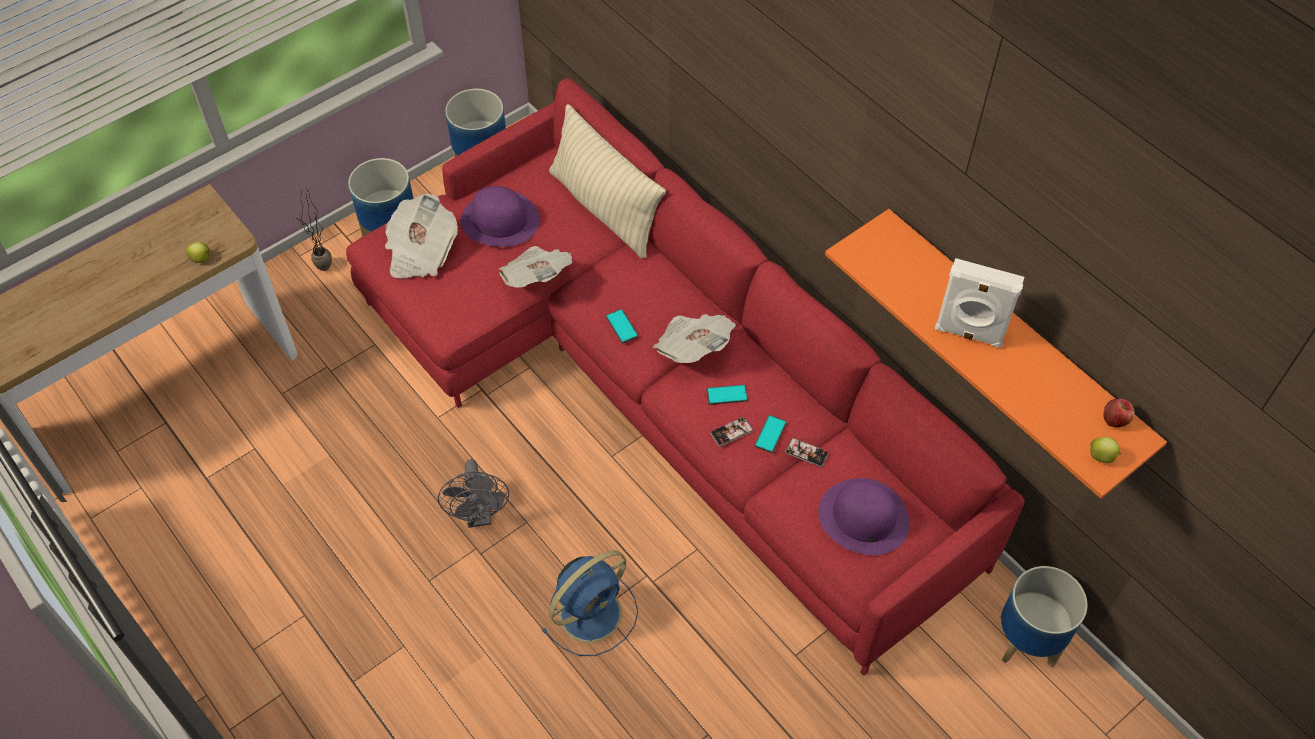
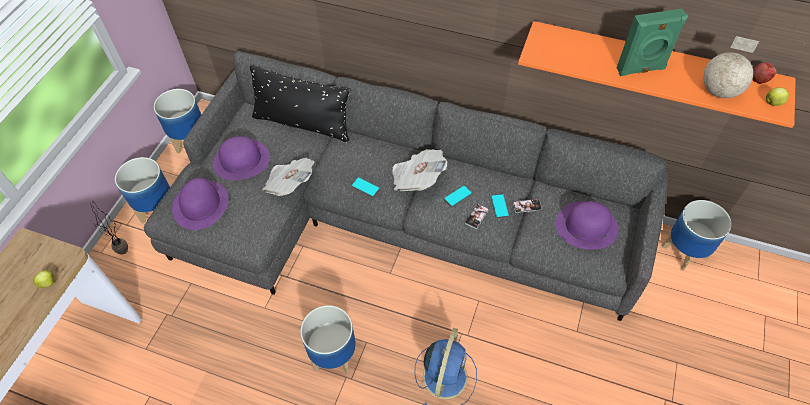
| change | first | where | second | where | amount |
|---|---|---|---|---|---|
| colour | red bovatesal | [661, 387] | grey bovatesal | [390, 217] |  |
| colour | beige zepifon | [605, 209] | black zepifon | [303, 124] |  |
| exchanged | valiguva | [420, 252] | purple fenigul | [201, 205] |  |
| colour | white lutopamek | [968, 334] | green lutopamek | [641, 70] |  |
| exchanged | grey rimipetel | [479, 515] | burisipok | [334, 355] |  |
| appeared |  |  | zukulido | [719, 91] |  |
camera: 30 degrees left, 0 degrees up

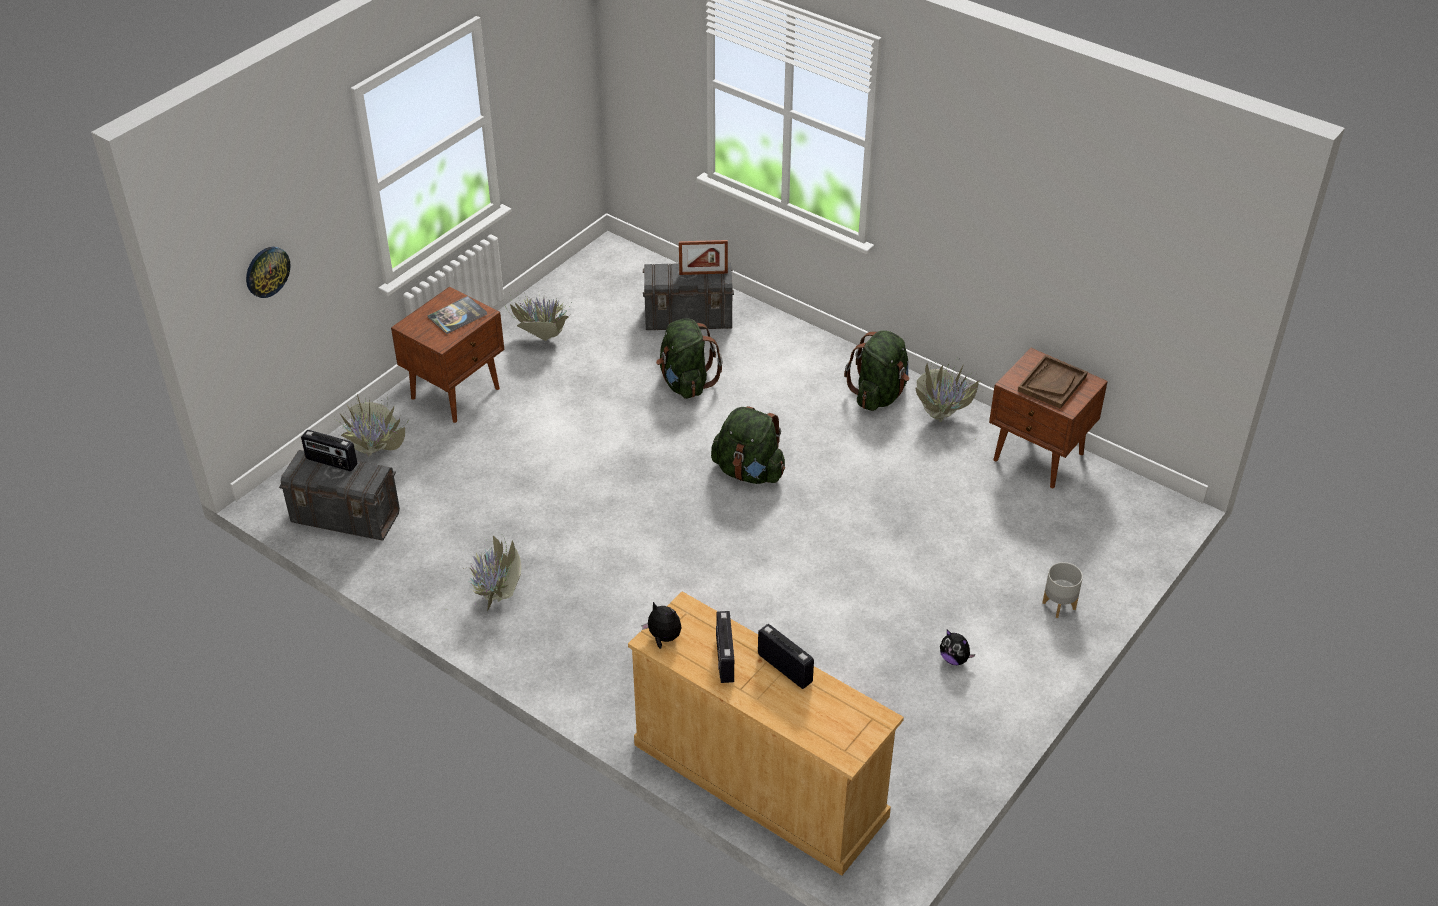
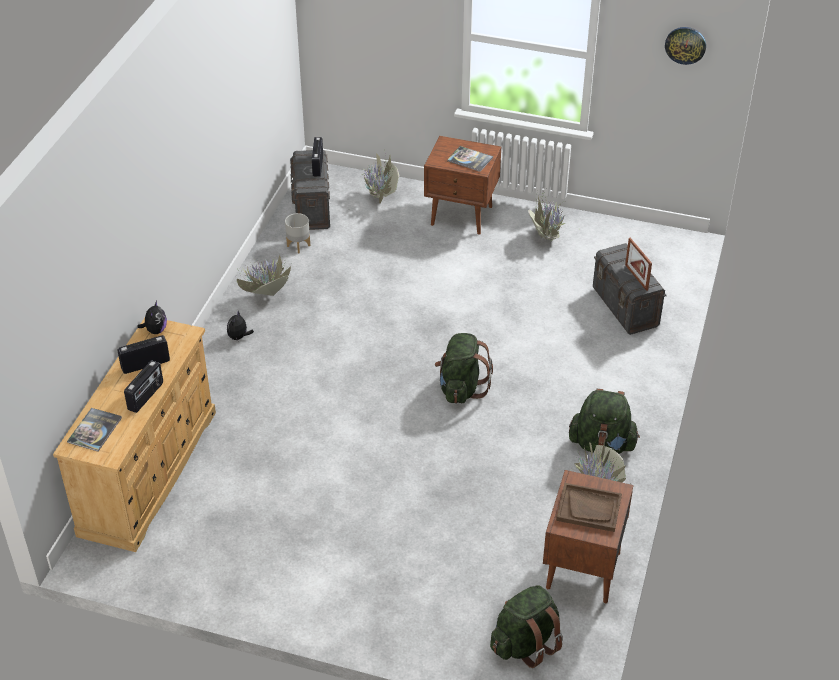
| change | first | where | second | where | amount |
|---|---|---|---|---|---|
| relocated | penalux | [267, 271] |  | [685, 45] |  |
| relocated | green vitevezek | [686, 383] |  | [525, 643] |  |
| relocated | grey burisipok | [1058, 606] |  | [298, 245] |  |
| relocated | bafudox | [954, 659] |  | [239, 337] |  |
| appeared |  |  | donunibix | [95, 430] |  |
camera: 70 degrees right, 0 degrees up

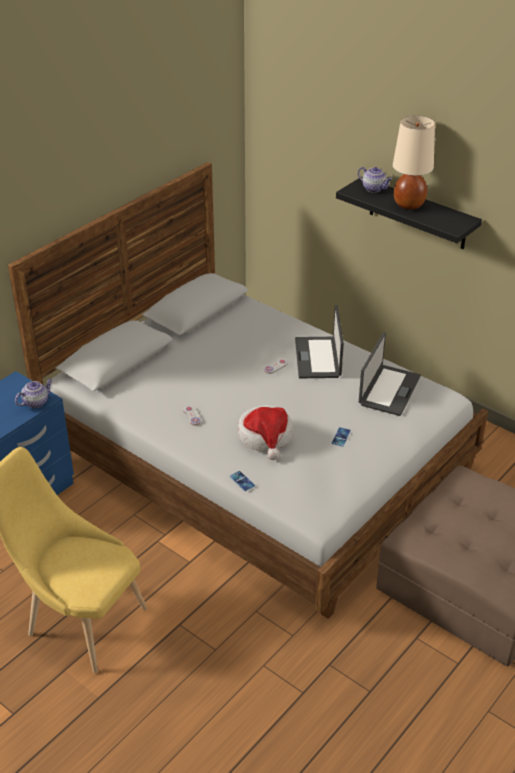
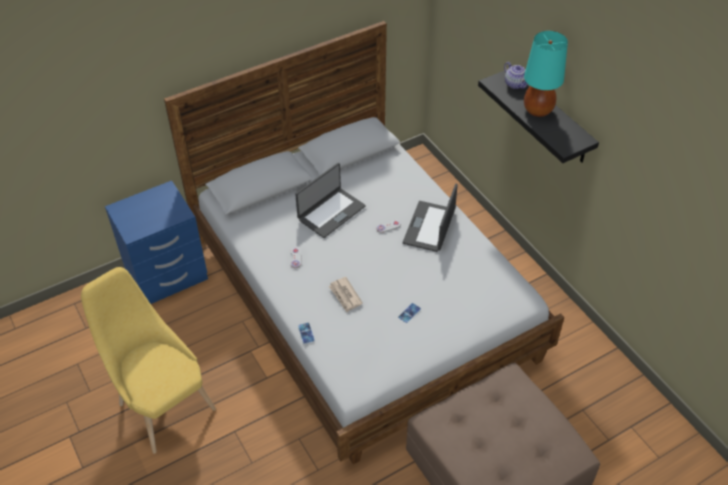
| change | first | where | second | where | amount |
|---|---|---|---|---|---|
| colour | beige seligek | [408, 204] | turquoise seligek | [538, 110] |  |
| relocated | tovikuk | [388, 390] |  | [331, 212] |  |
| missing | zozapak | [36, 402] |  |  |  |
| exchanged | fenigul | [266, 437] | valiguva | [345, 296] |  |
camera: 20 degrees right, 10 degrees up

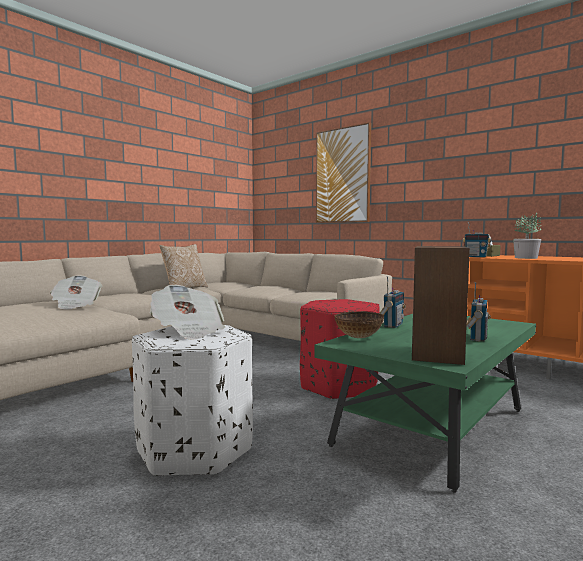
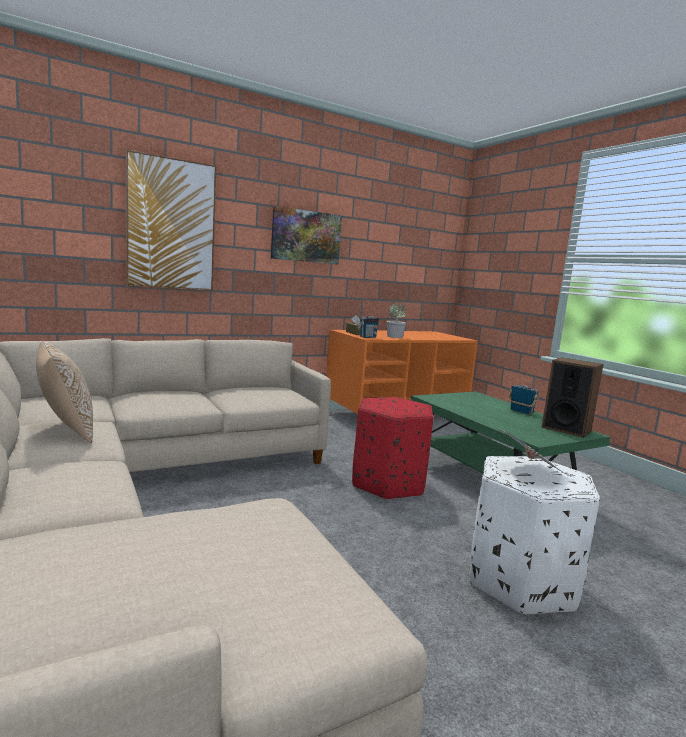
| change | first | where | second | where | amount |
|---|---|---|---|---|---|
| missing | valiguva | [76, 305] |  |  |  |
| missing | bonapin | [392, 325] |  |  |  |
| missing | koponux | [358, 337] |  |  |  |
| appeared |  |  | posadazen | [306, 236] |  |
camera: 70 degrees left, 5 degrees up

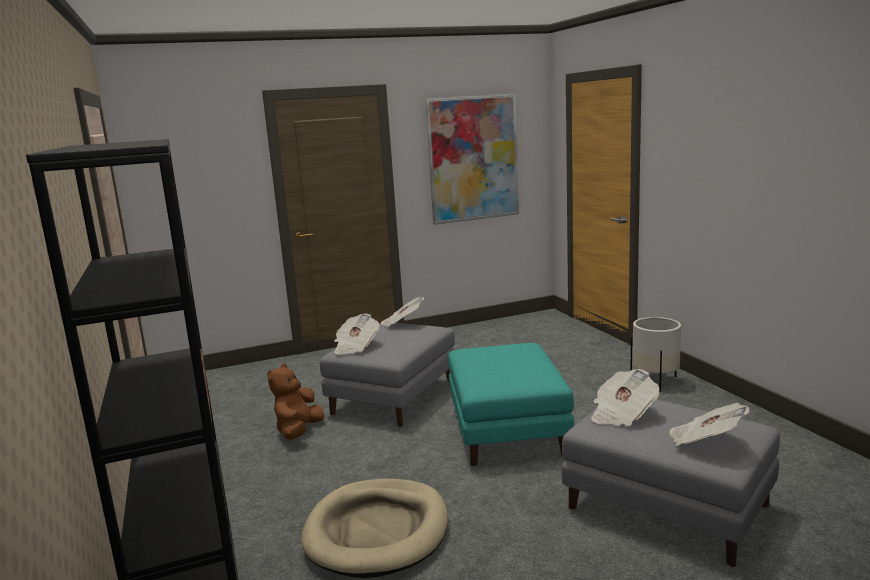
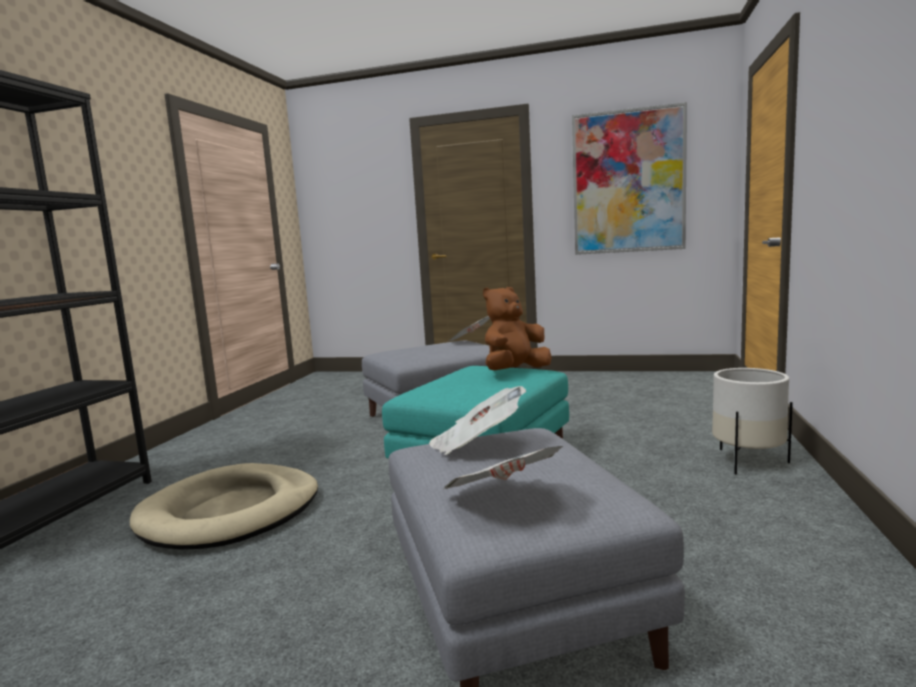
| change | first | where | second | where | amount |
|---|---|---|---|---|---|
| missing | valiguva | [355, 347] |  |  |  |
| relocated | brown bafudox | [298, 431] |  | [515, 372] |  |
camera: 35 degrees right, 5 degrees down

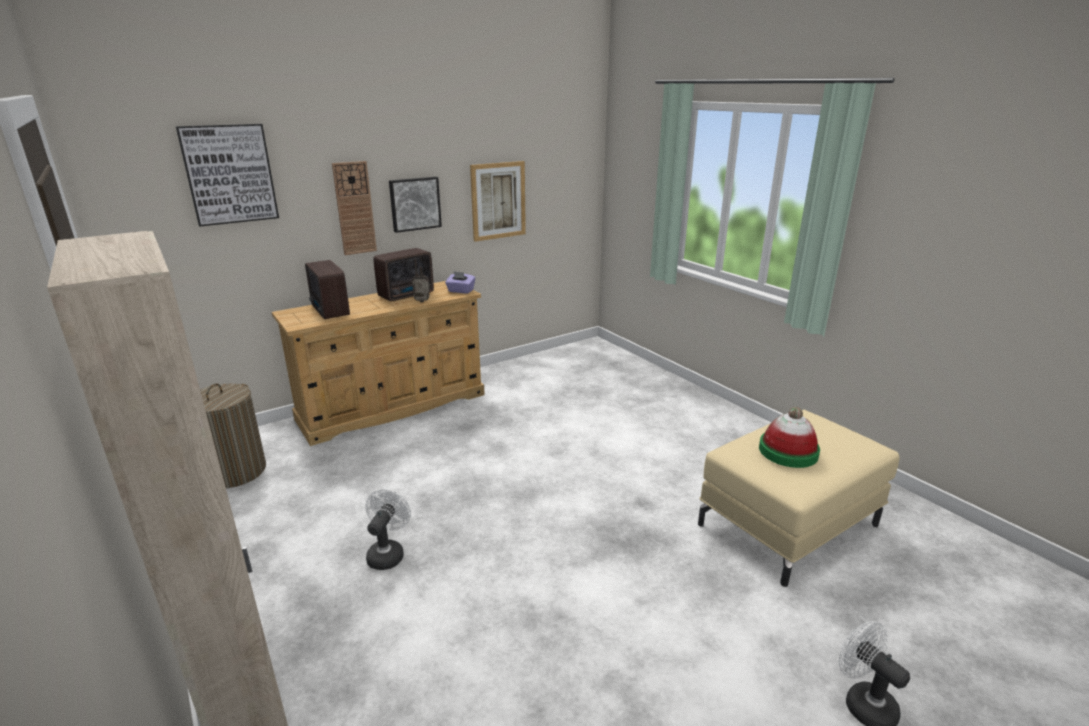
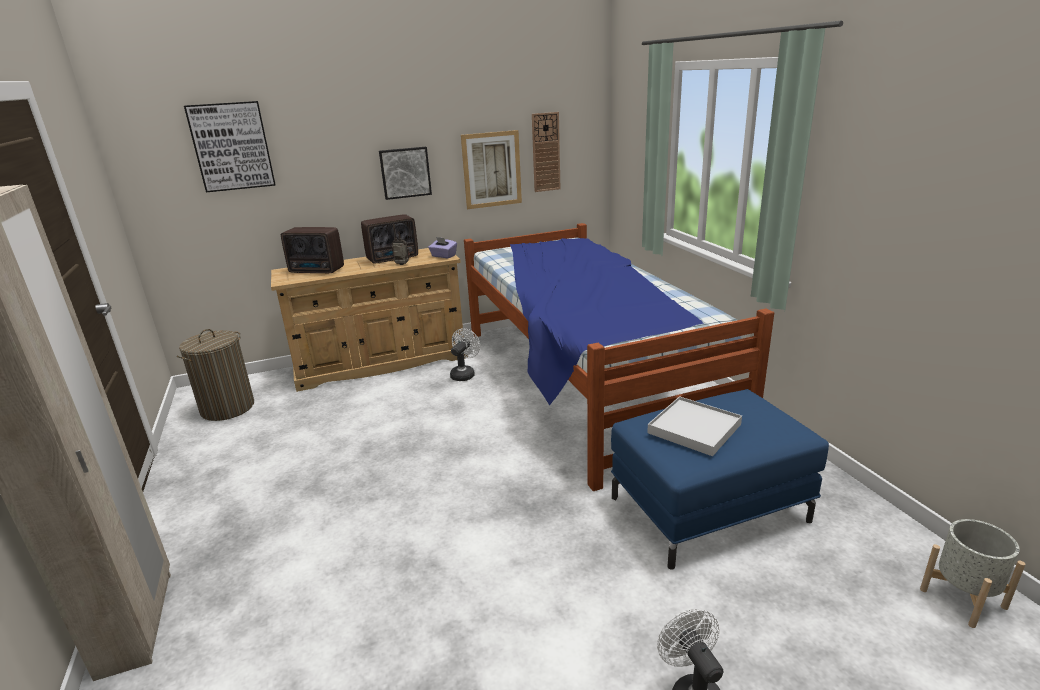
| change | first | where | second | where | amount |
|---|---|---|---|---|---|
| relocated | penalux | [354, 208] |  | [546, 152] |  |
| spun | bonapin | [329, 311] |  | [317, 271] | 60 degrees counterclockwise |
| exchanged | fenigul | [788, 451] | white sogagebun | [694, 428] |  |
| colour | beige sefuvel | [787, 523] | blue sefuvel | [708, 508] |  |
| relocated | white rimipetel | [388, 553] |  | [464, 374] |  |
| appeared |  |  | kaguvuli | [585, 380] |  |
| appeared |  |  | grey burisipok | [963, 598] |  |
camera: 15 degrees right, 0 degrees up

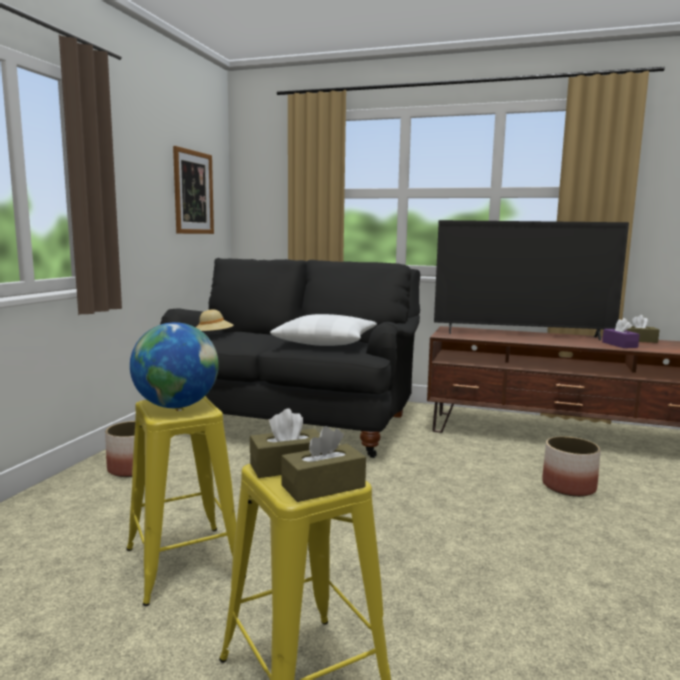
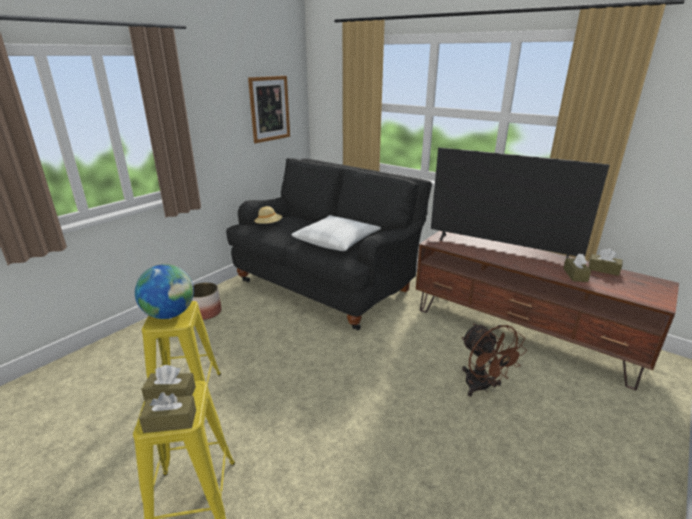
| change | first | where | second | where | amount |
|---|---|---|---|---|---|
| colour | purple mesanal | [619, 345] | brown mesanal | [575, 275] |  |
| exchanged | burisipok | [568, 486] | brown rimipetel | [482, 388] |  |
camera: 20 degrees right, 15 degrees up

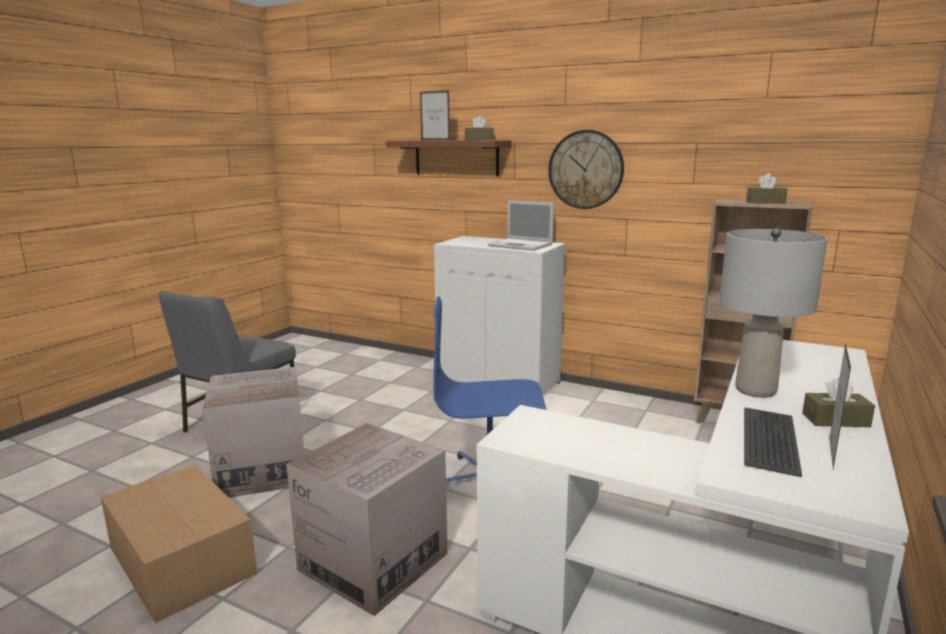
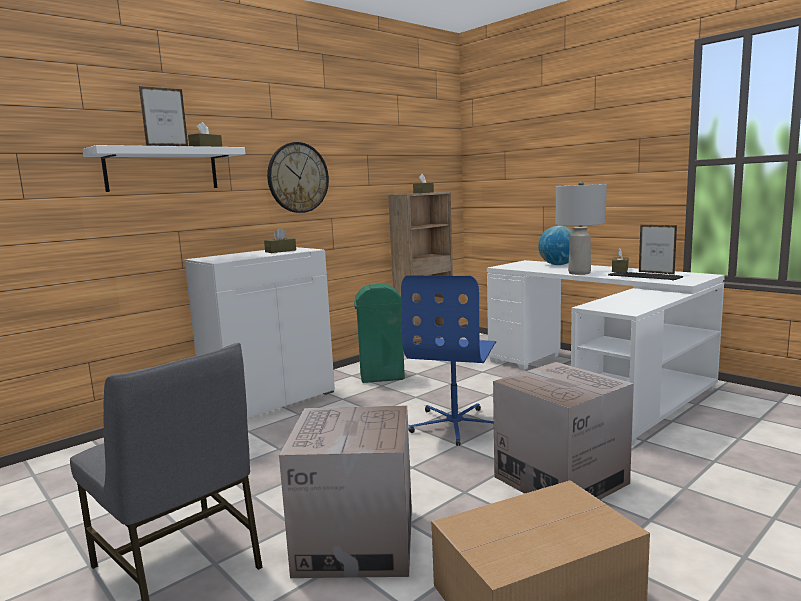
| change | first | where | second | where | amount |
|---|---|---|---|---|---|
| colour | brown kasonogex | [456, 157] | white kasonogex | [162, 169] |  |
| exchanged | tovikuk | [521, 245] | brown mesanal | [280, 251] |  |
| appeared |  |  | zukulido | [558, 265] |  |
| appeared |  |  | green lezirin | [381, 377] |  |
camera: 70 degrees left, 5 degrees down

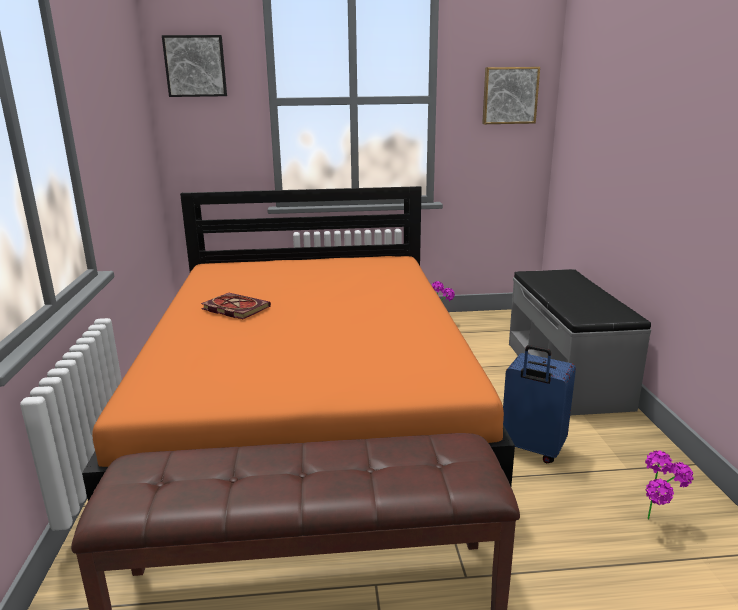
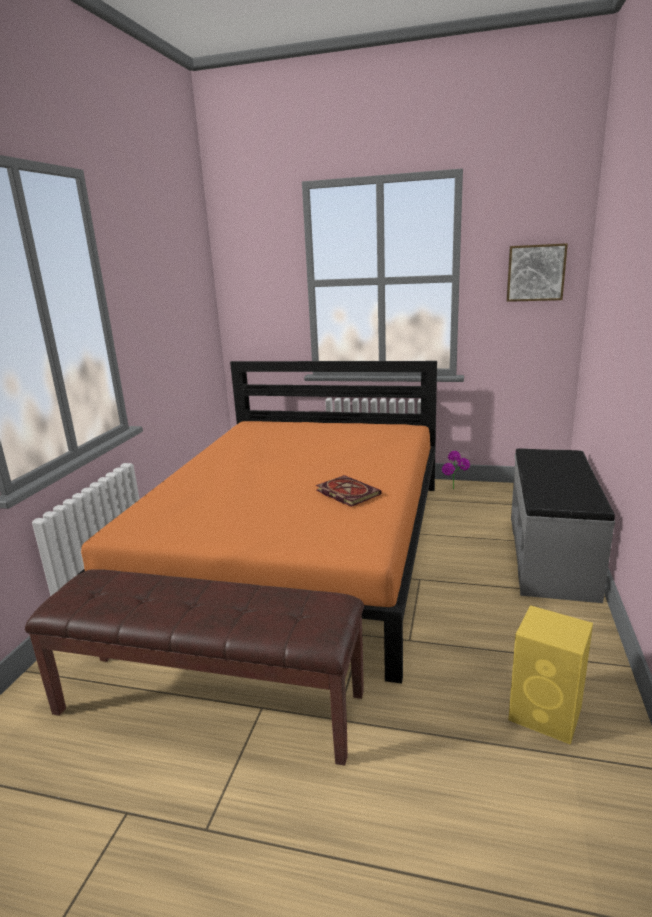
| change | first | where | second | where | amount |
|---|---|---|---|---|---|
| missing | posadazen | [195, 66] |  |  |  |
| relocated | donunibix | [233, 308] |  | [346, 493] |  |
| missing | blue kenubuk | [531, 449] |  |  |  |
| exchanged | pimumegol | [658, 524] | yellow lutopamek | [547, 715] |  |
camera: 20 degrees right, 0 degrees up

